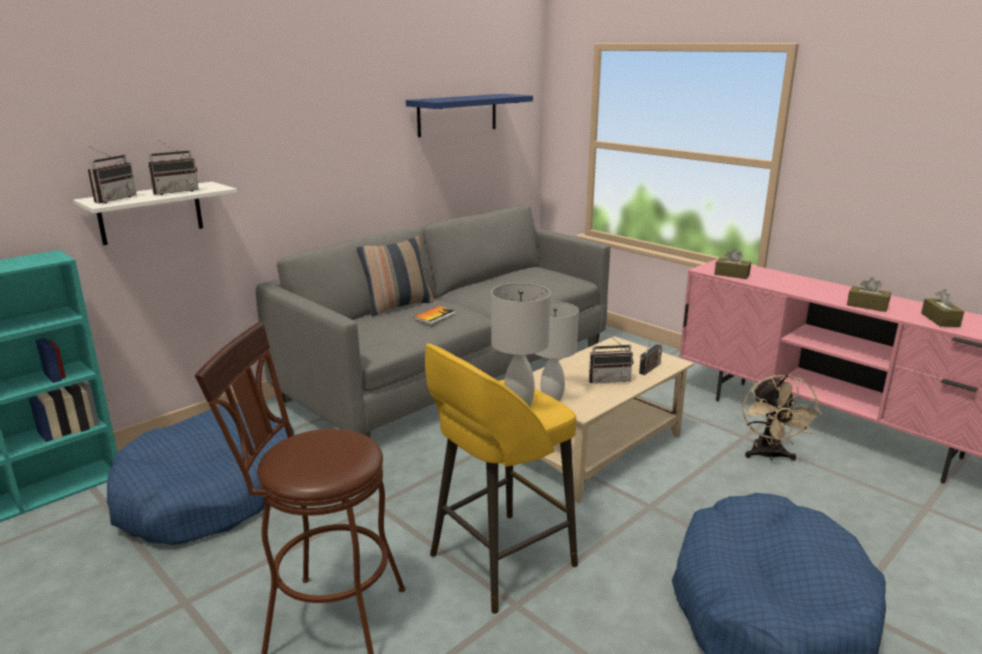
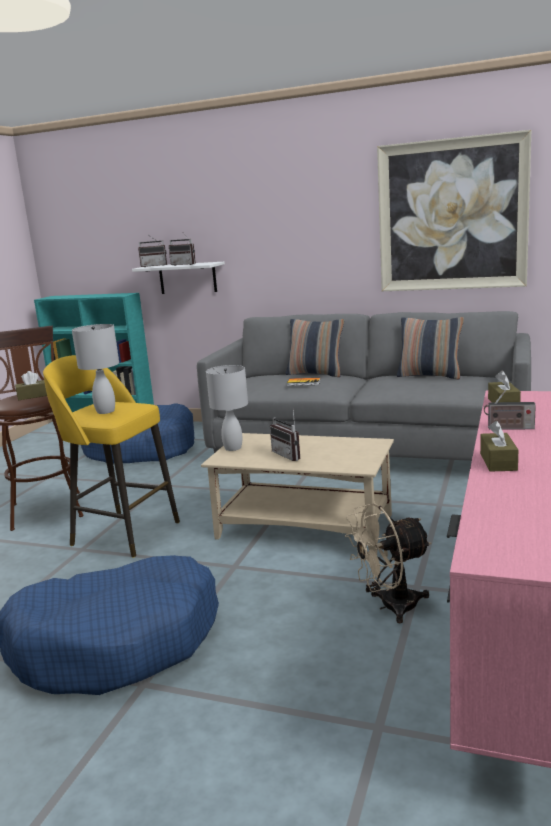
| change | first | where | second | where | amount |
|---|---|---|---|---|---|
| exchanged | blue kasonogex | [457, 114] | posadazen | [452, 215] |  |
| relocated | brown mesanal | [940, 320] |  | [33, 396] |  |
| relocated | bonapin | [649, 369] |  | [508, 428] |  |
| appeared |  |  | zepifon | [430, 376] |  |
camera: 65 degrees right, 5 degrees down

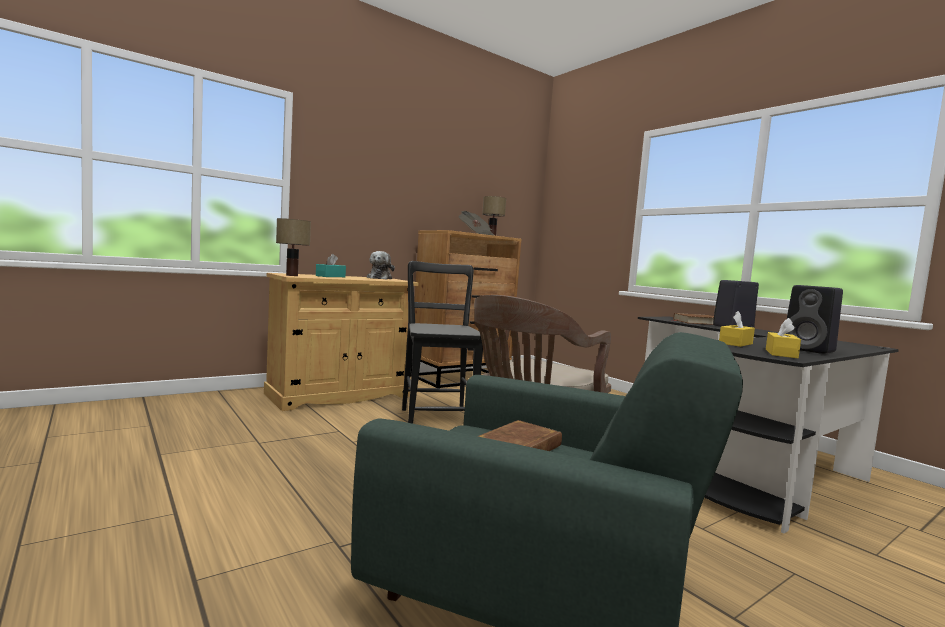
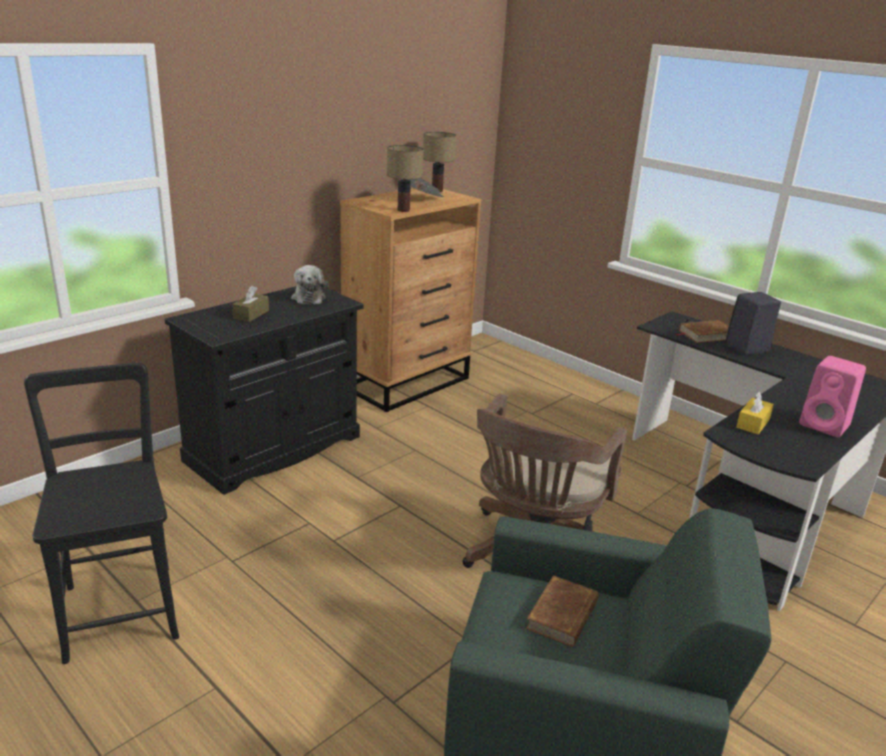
| change | first | where | second | where | amount |
|---|---|---|---|---|---|
| relocated | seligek | [291, 275] |  | [403, 210] |  |
| colour | turquoise mesanal | [330, 276] | brown mesanal | [251, 314] |  |
| relocated | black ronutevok | [437, 418] |  | [120, 606] |  |
| colour | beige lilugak | [338, 395] | black lilugak | [274, 449] |  |
| colour | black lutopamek | [810, 350] | pink lutopamek | [826, 425] |  |
| missing | yellow mesanal | [781, 353] |  |  |  |
camera: 10 degrees left, 20 degrees up

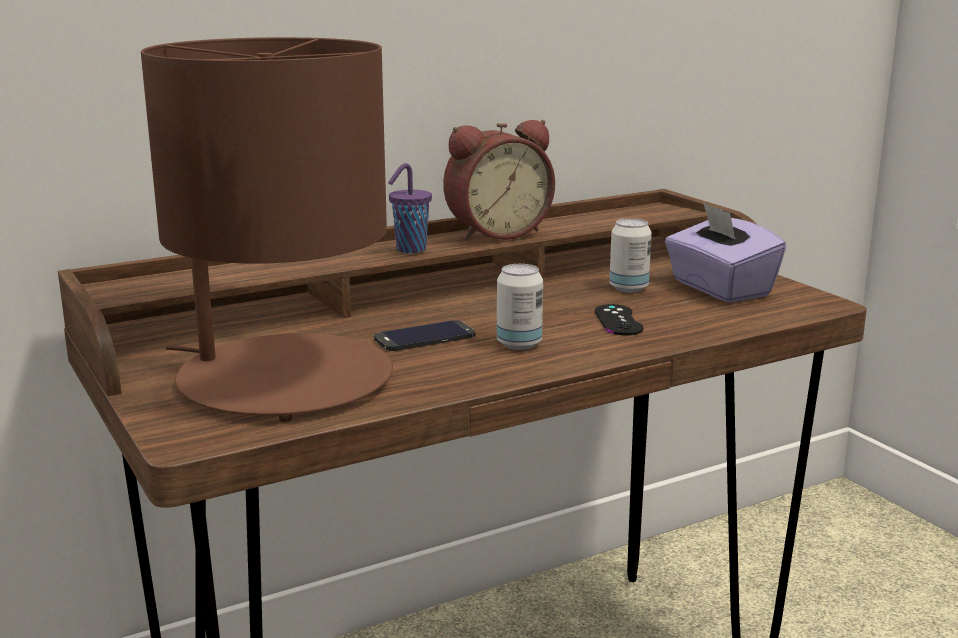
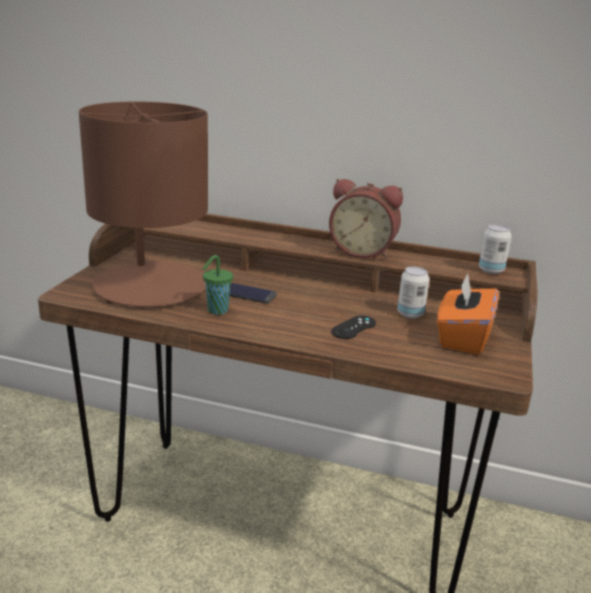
| change | first | where | second | where | amount |
|---|---|---|---|---|---|
| missing | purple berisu | [409, 250] |  |  |  |
| colour | purple mesanal | [719, 289] | orange mesanal | [462, 338] |  |
| relocated | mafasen | [519, 344] |  | [491, 270] |  |
| appeared |  |  | green berisu | [216, 311] |  |
camera: 45 degrees right, 5 degrees up

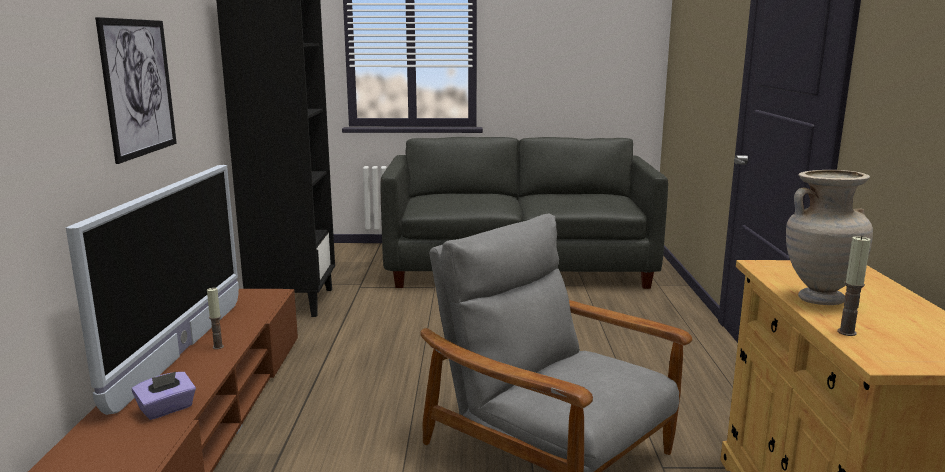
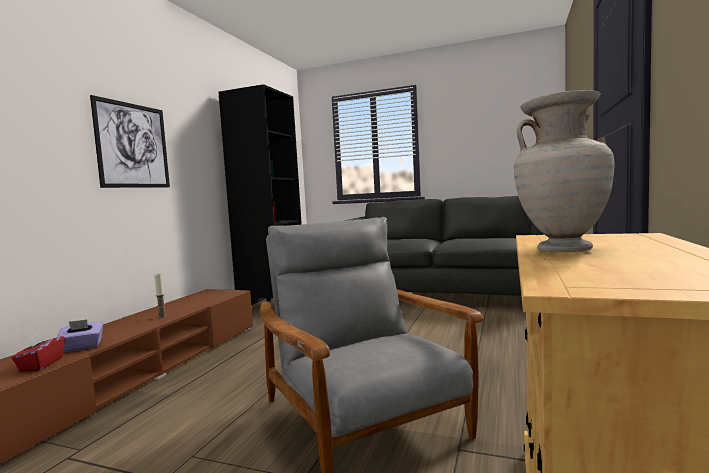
| change | first | where | second | where | amount |
|---|---|---|---|---|---|
| missing | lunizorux | [181, 351] |  |  |  |
| missing | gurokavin | [846, 332] |  |  |  |
| appeared |  |  | red mesanal | [41, 365] |  |
camera: 20 degrees right, 10 degrees down

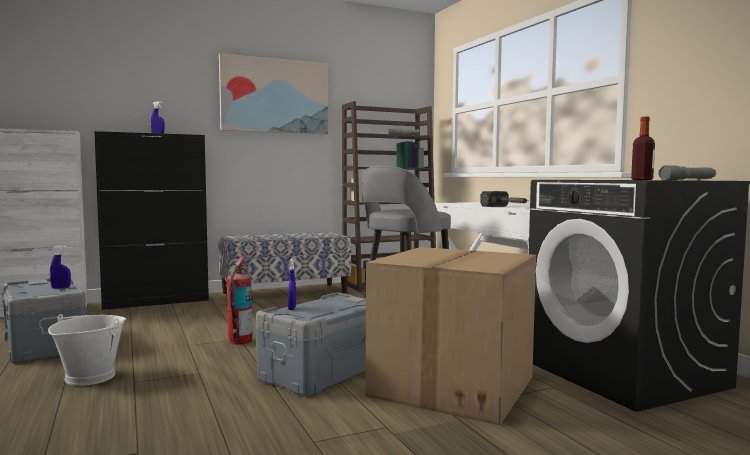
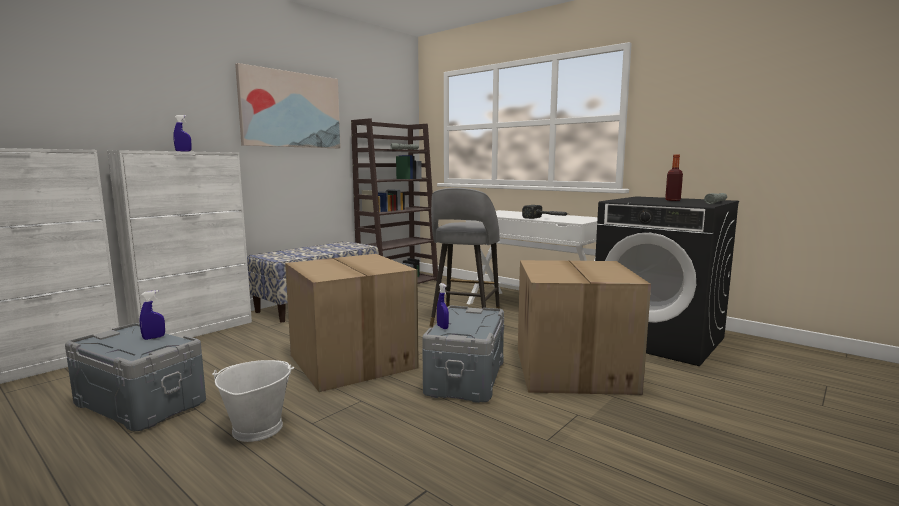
| change | first | where | second | where | amount |
|---|---|---|---|---|---|
| colour | black lilugak | [157, 301] | white lilugak | [195, 331] |  |
| exchanged | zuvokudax | [239, 341] | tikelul | [350, 361] |  |
camera: 25 degrees left, 5 degrees up

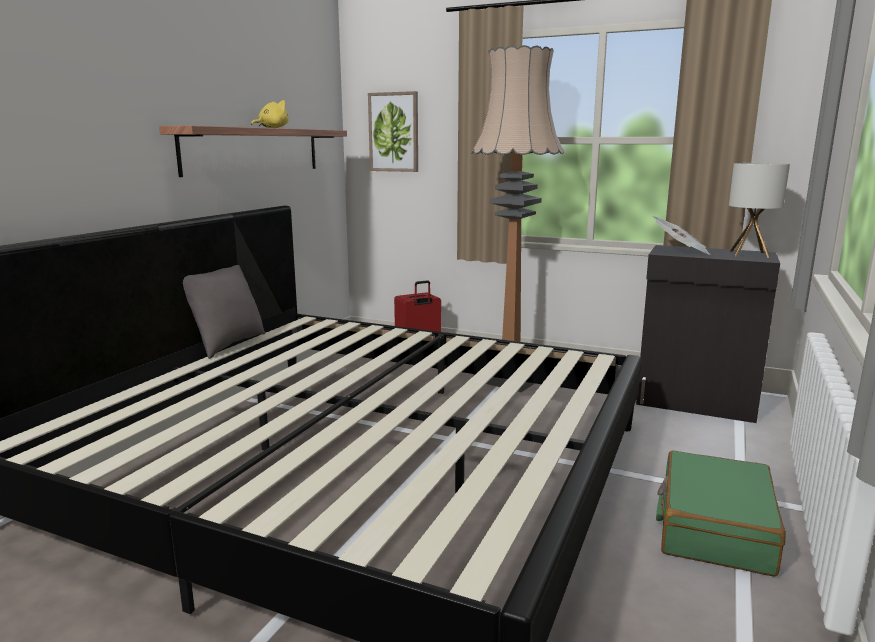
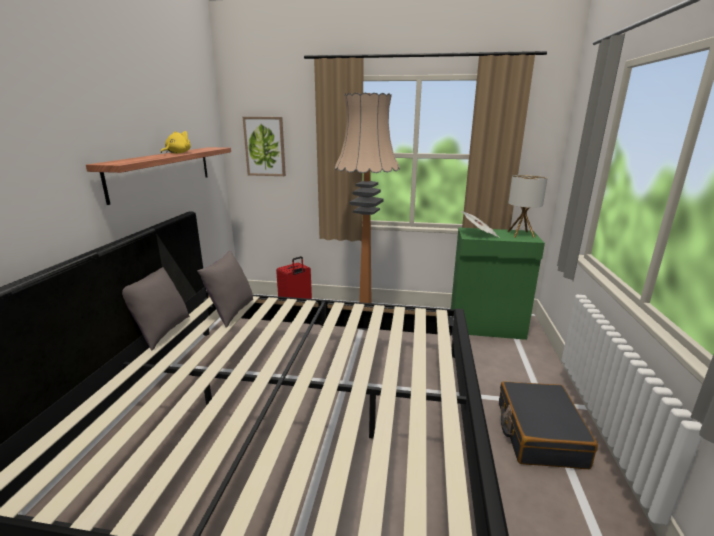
| change | first | where | second | where | amount |
|---|---|---|---|---|---|
| colour | black lilugak | [696, 403] | green lilugak | [487, 327] |  |
| colour | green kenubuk | [714, 528] | black kenubuk | [539, 434] |  |
| appeared |  |  | grey zepifon | [231, 313] |  |
camera: 15 degrees left, 5 degrees up

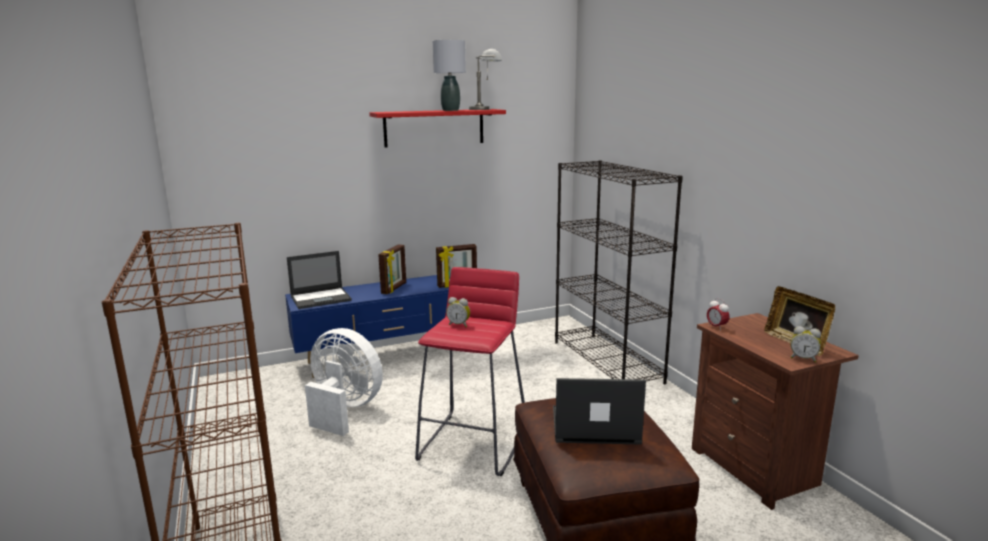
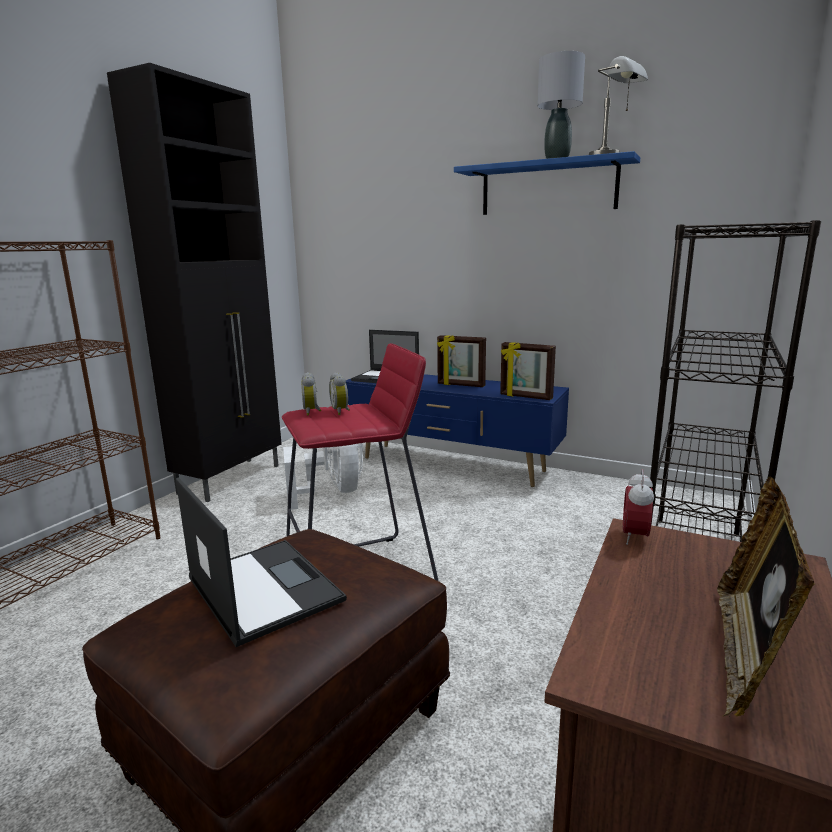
| change | first | where | second | where | amount |
|---|---|---|---|---|---|
| colour | red kasonogex | [434, 127] | blue kasonogex | [548, 188] |  |
| spun | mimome | [394, 288] |  | [460, 385] | 45 degrees clockwise |
| relocated | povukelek | [803, 358] |  | [312, 412] |  |
| appeared |  |  | black lilugak | [232, 479] |  |
camera: 50 degrees right, 0 degrees up

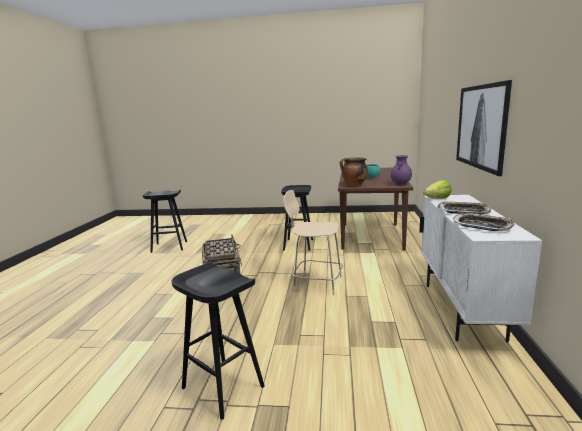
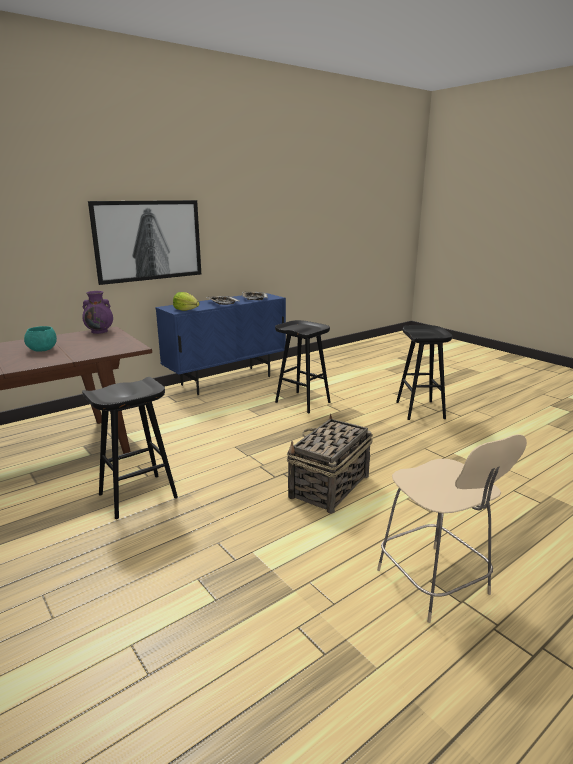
| change | first | where | second | where | amount |
|---|---|---|---|---|---|
| missing | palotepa | [354, 185] |  |  |  |
| relocated | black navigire | [168, 247] |  | [303, 402] |  |
| relocated | beige ronutevok | [316, 283] |  | [435, 584] |  |
| colour | white lilugak | [462, 310] | blue lilugak | [227, 380] |  |
camera: 135 degrees left, 5 degrees up

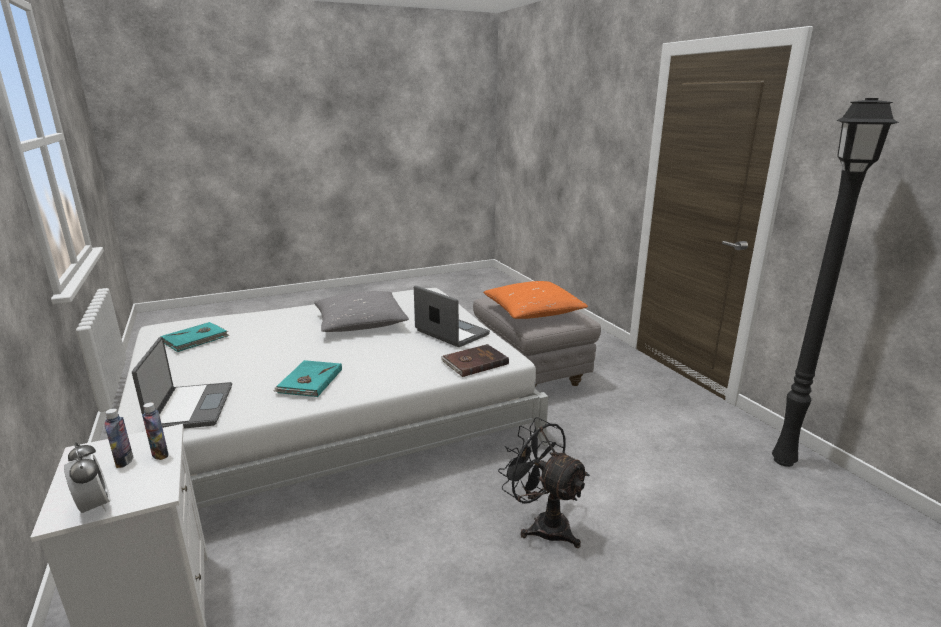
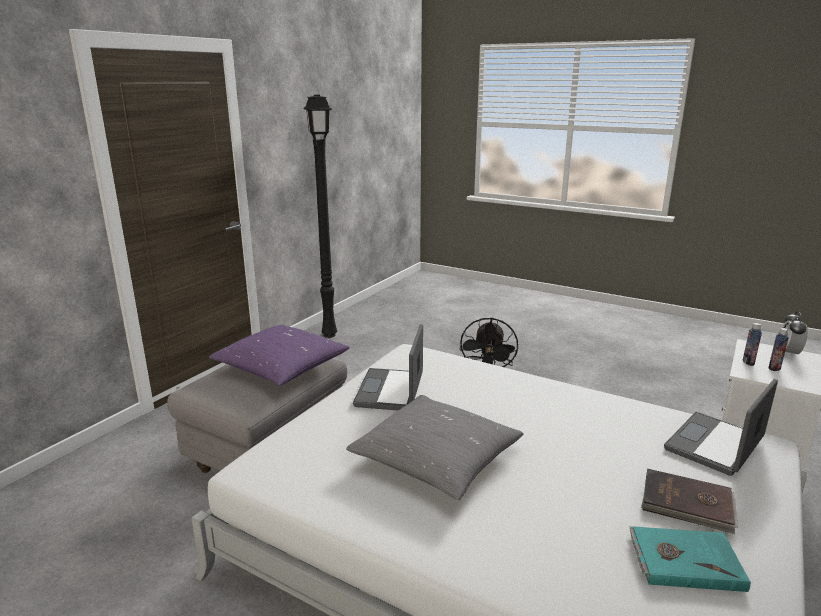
| change | first | where | second | where | amount |
|---|---|---|---|---|---|
| colour | orange zepifon | [532, 311] | purple zepifon | [282, 367] |  |
| relocated | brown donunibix | [474, 362] |  | [687, 504] |  |
| missing | turquoise donunibix | [309, 381] |  |  |  |
camera: 125 degrees left, 0 degrees up

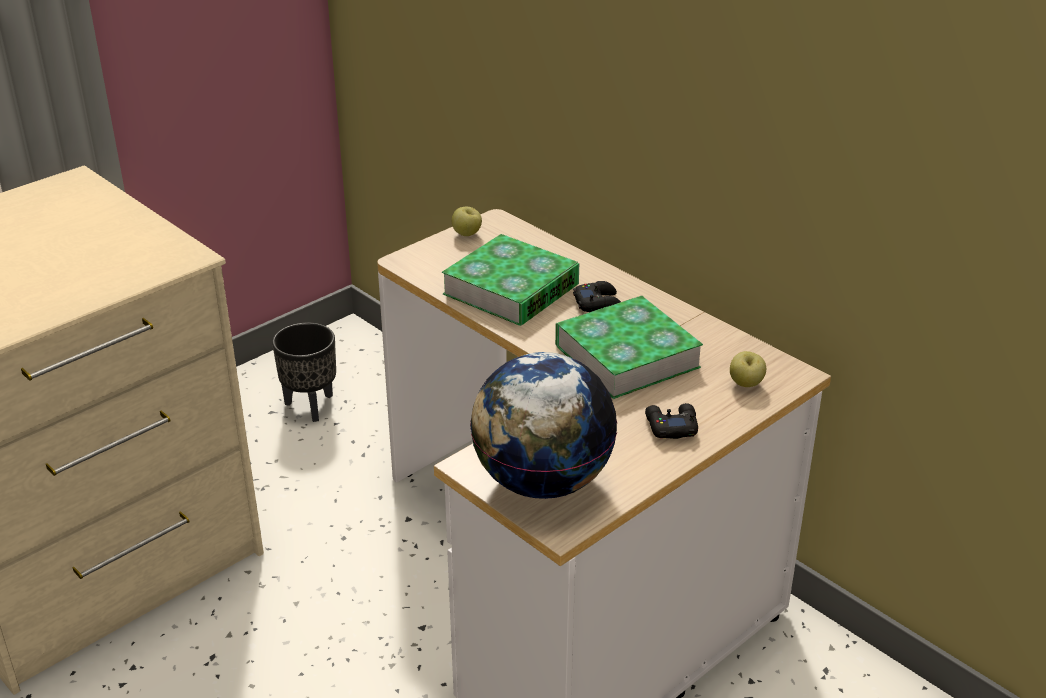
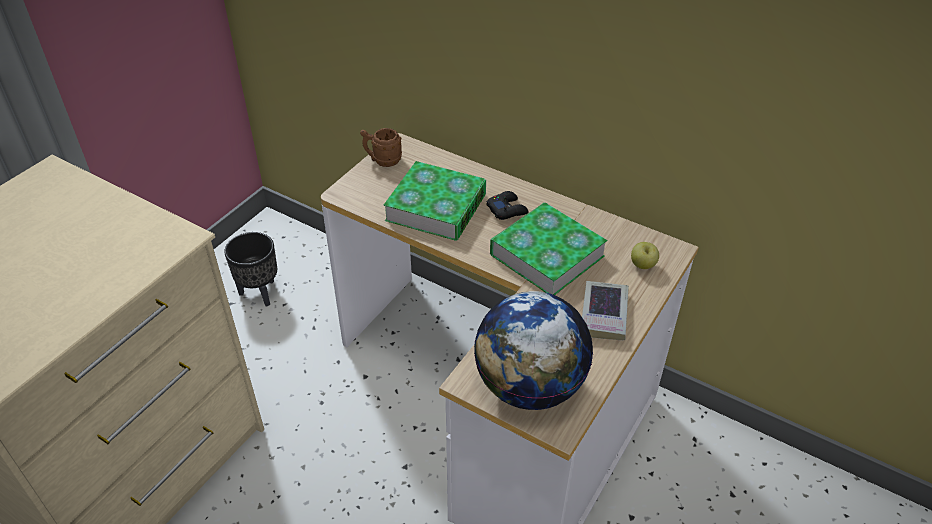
| change | first | where | second | where | amount |
|---|---|---|---|---|---|
| exchanged | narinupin | [467, 234] | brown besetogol | [382, 160] |  |
| exchanged | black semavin | [671, 426] | donunibix | [604, 314] |  |
camera: 15 degrees left, 10 degrees up

